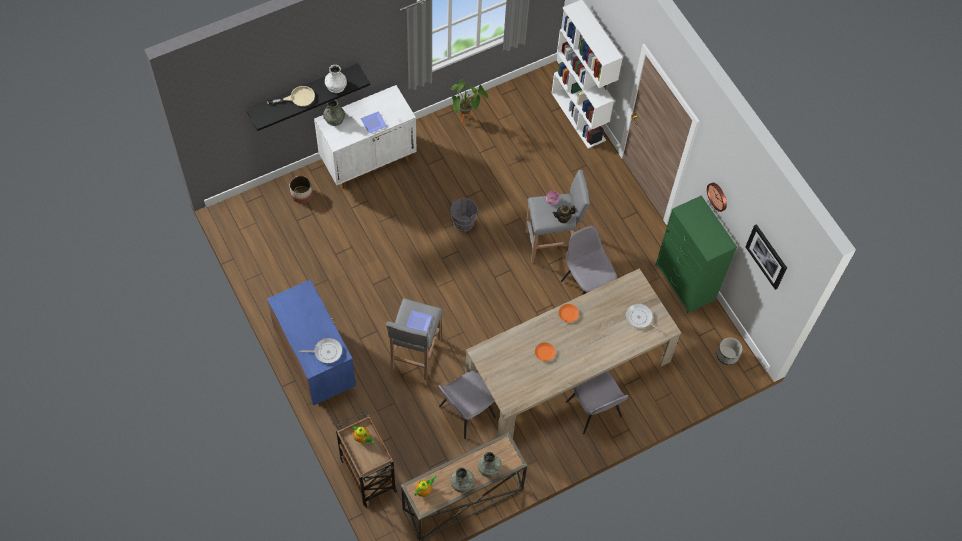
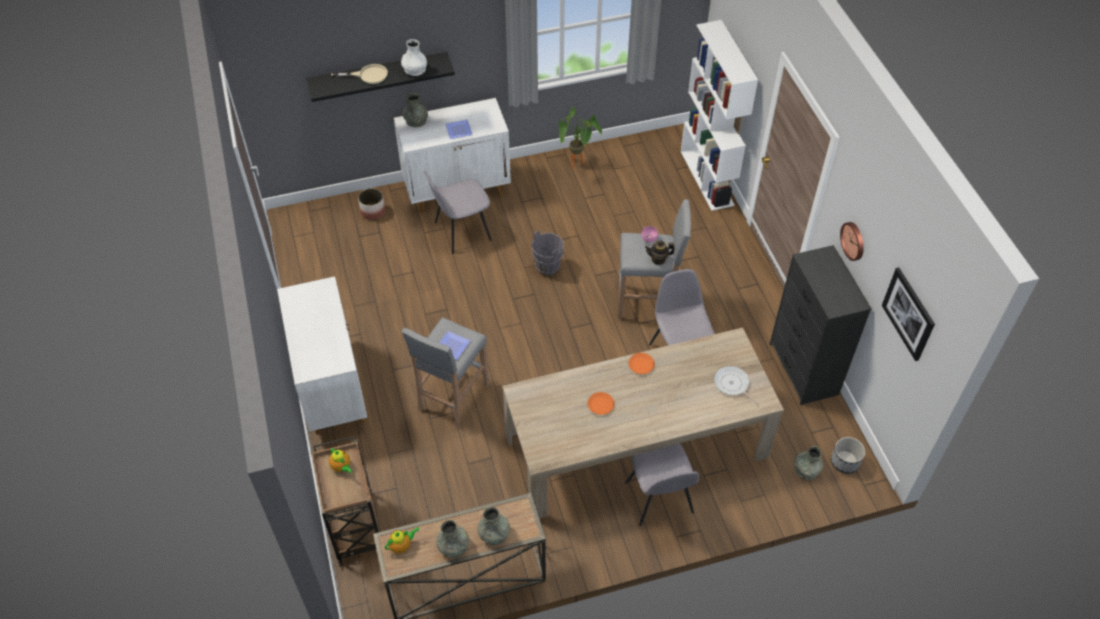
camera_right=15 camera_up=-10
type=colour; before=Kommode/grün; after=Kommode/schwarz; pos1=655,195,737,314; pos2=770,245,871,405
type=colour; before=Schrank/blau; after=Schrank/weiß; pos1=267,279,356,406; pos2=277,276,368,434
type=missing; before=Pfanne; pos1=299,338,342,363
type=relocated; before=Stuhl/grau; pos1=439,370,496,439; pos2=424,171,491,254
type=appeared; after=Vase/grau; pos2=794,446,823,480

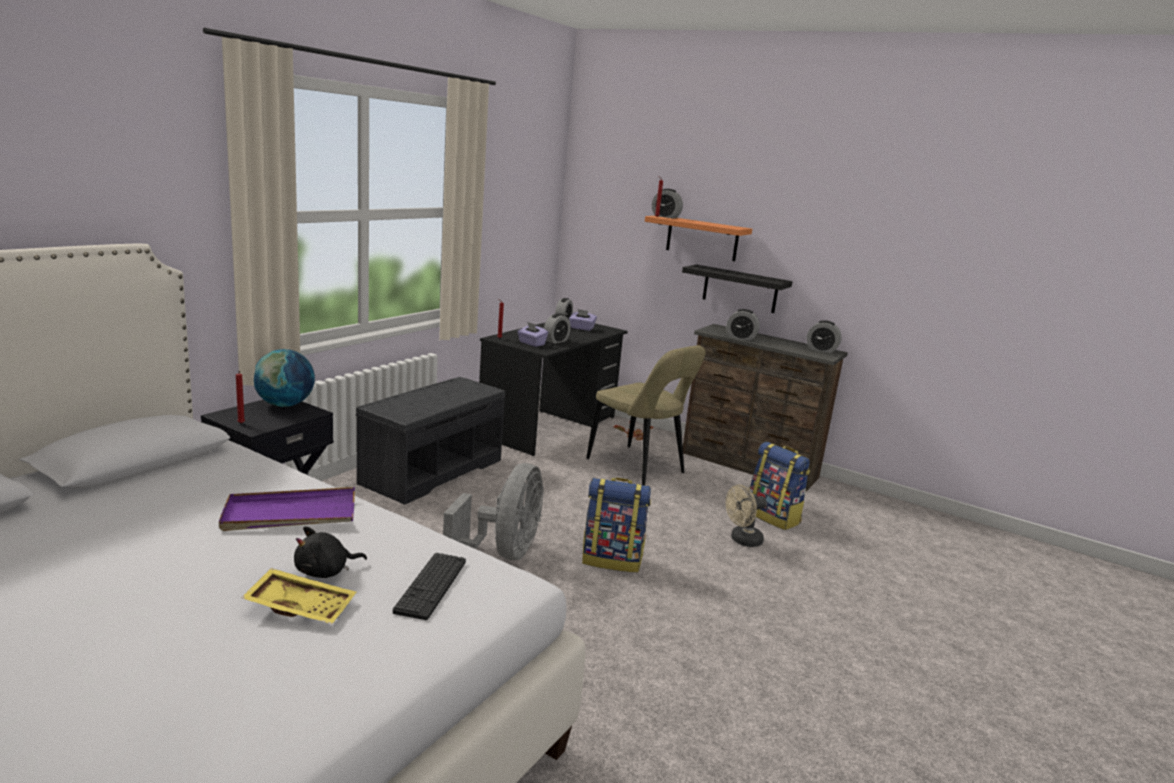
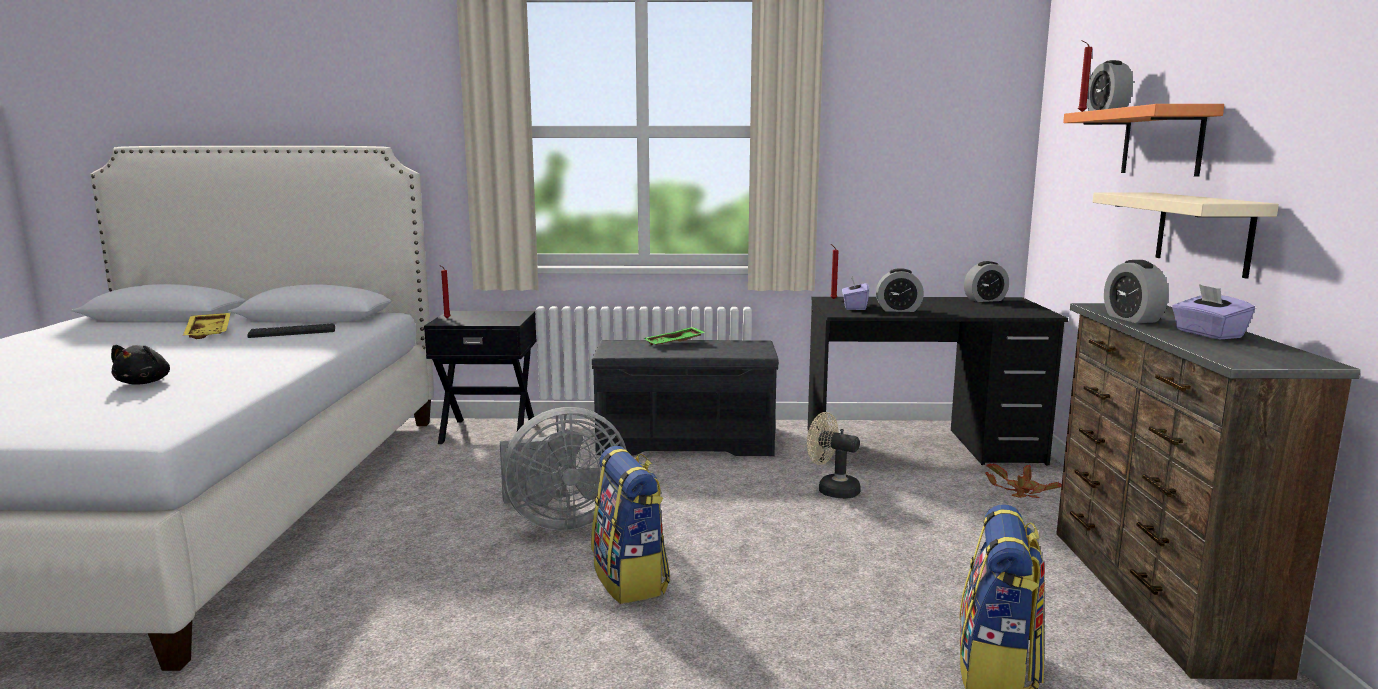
camera_right=60 camera_up=-5
type=colour; before=Wandregal/schwarz; after=Wandregal/beige; pos1=682,265,793,313; pos2=1093,192,1279,279
type=relocated; before=Taschentuchbox/lila; pos1=569,309,597,331; pos2=1172,284,1255,340
type=missing; before=Wecker; pos1=806,320,842,353
type=missing; before=Stuhl/beige; pos1=586,345,706,485
type=missing; before=Globus; pos1=254,349,315,407
type=relocated; before=Ventilator/beige; pos1=726,485,767,547; pos2=807,412,861,499
type=missing; before=Tablett/lila; pos1=219,487,355,531
type=spun; before=Plüschtier/schwarz; pos1=294,527,367,578; pos2=111,345,170,384; turn=-120
type=relocated; before=Tastatur; pos1=393,553,466,620; pos2=247,324,335,338
type=relocated; before=Tablett/gelb; pos1=241,568,356,624; pos2=183,313,231,339
type=appeared; after=Tablett/grün; pos2=643,327,705,345

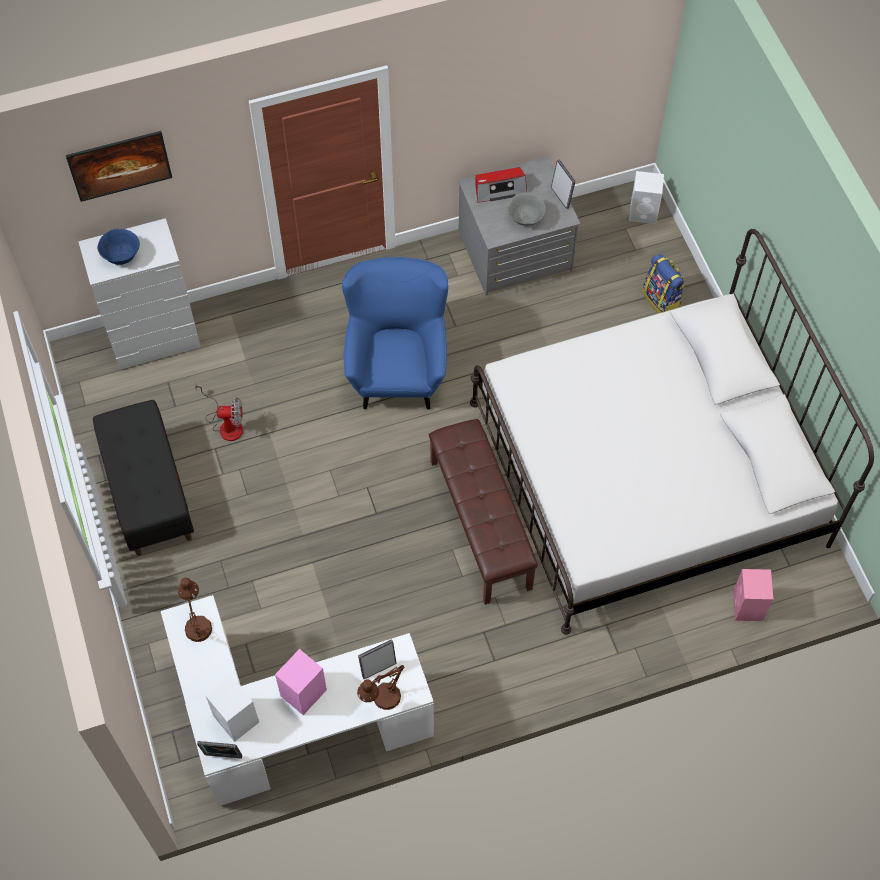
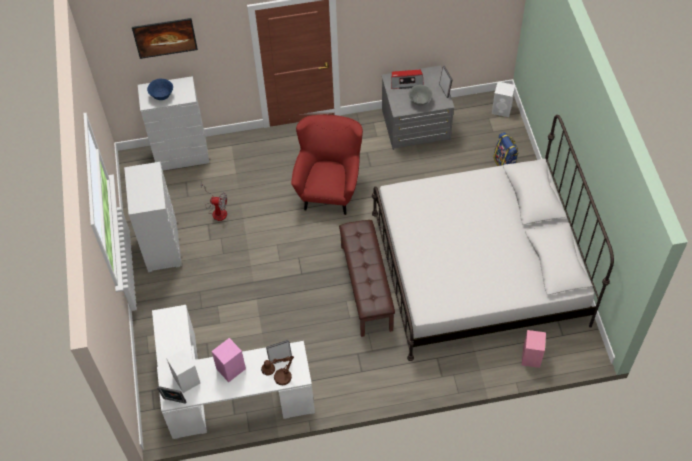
camera_right=10 camera_up=-5
type=colour; before=Sessel/blau; after=Sessel/rot; pos1=342,257,448,410; pos2=291,115,363,215
type=exchanged; before=Bank/schwarz; after=Kommode/weiß; pos1=93,400,194,556; pos2=124,162,182,272
type=missing; before=Tischlampe/braun; pos1=178,578,212,642

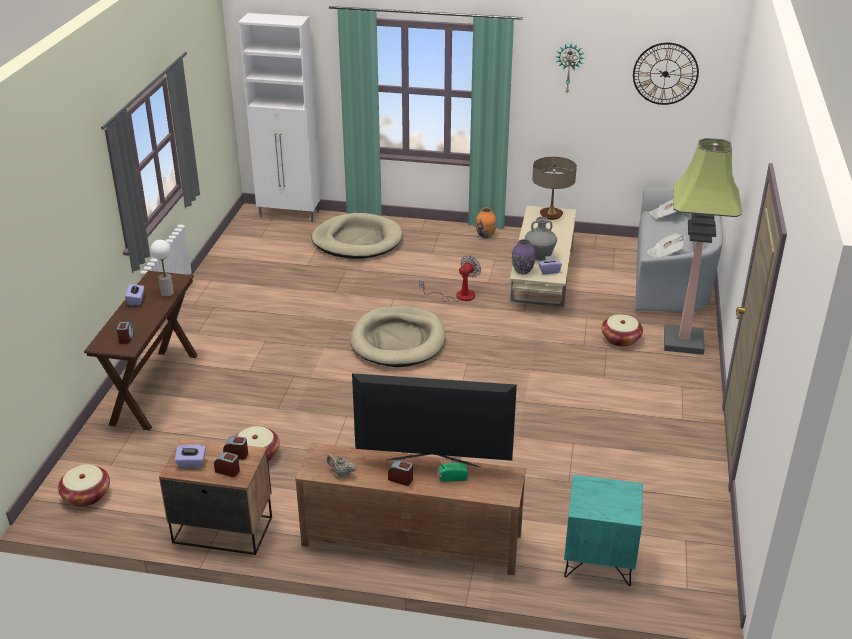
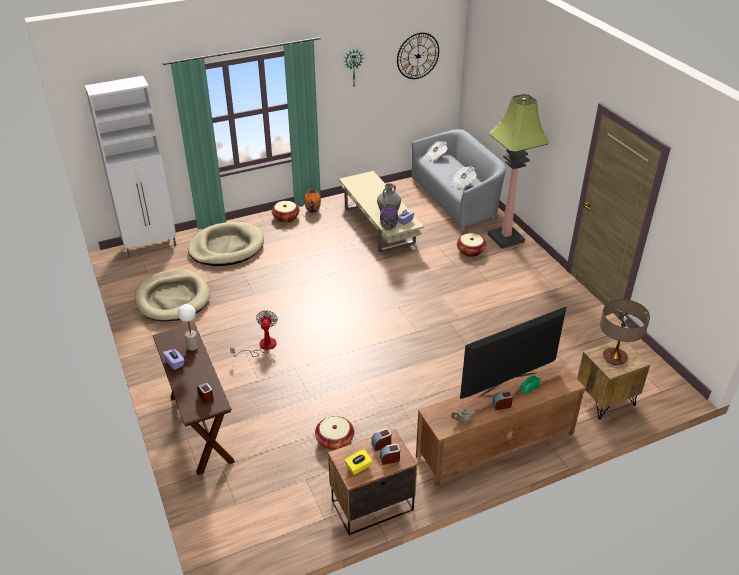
camera_right=-35 camera_up=5
type=relocated; before=Tischlampe; pos1=532,157,577,220; pos2=600,299,650,365
type=relocated; before=Ventilator; pos1=420,255,481,302; pos2=230,310,278,357
type=relocated; before=Hundebett/beige; pos1=350,306,446,367; pos2=135,269,210,322
type=colour; before=Taschentuchbox/lila; after=Taschentuchbox/gelb; pos1=175,444,206,468; pos2=345,449,372,475
type=relocated; before=Korb; pos1=58,464,110,507; pos2=272,201,299,223
type=colour; before=Nachttisch/türkis; after=Nachttisch/braun; pos1=564,475,643,586; pos2=577,340,650,419

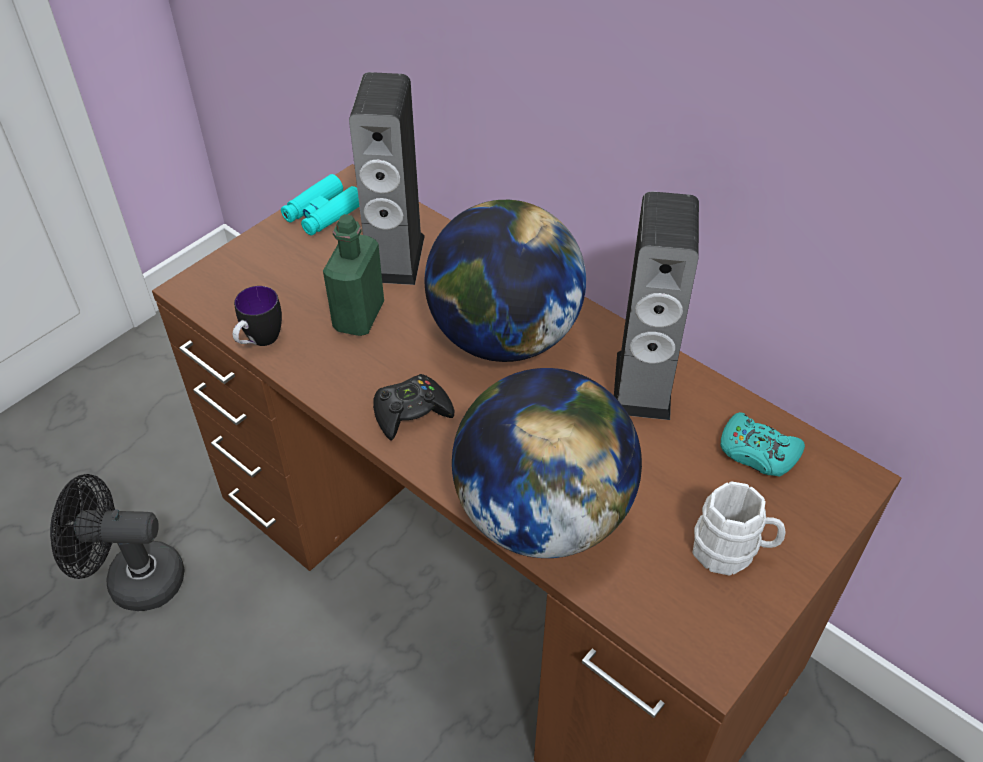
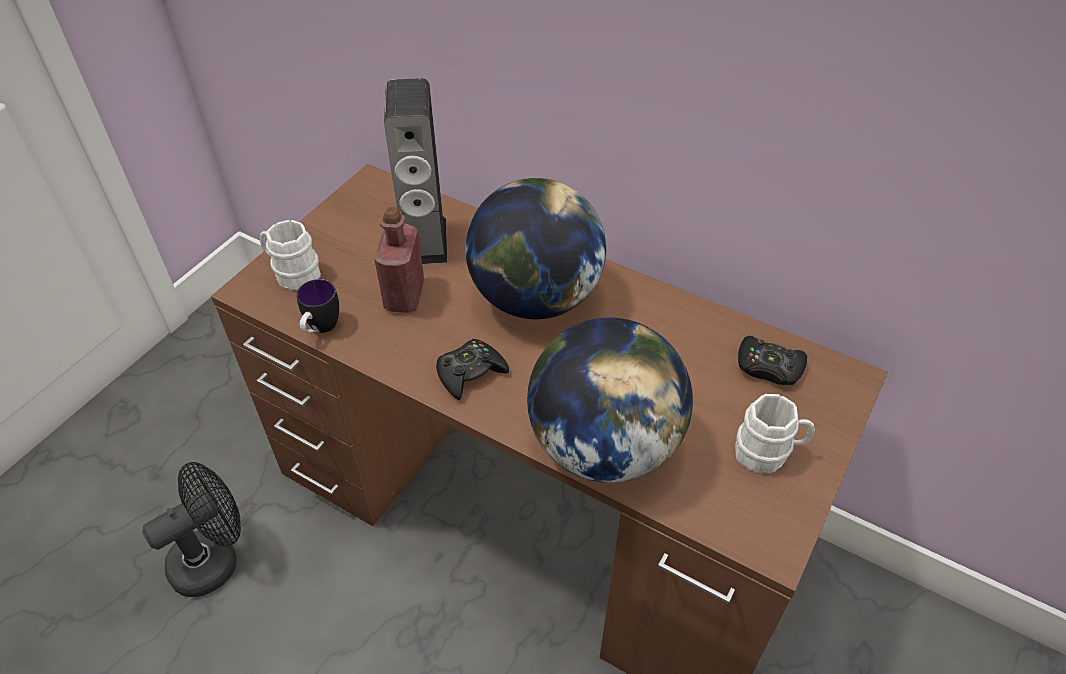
camera_right=-10 camera_up=0
type=missing; before=Fernglas/türkis; pos1=281,174,359,236
type=missing; before=Lautsprecher; pos1=614,192,699,420
type=colour; before=Flasche/grün; after=Flasche/rot; pos1=323,214,384,336; pos2=374,207,424,313
type=colour; before=Gamepad/türkis; after=Gamepad/schwarz; pos1=721,412,805,476; pos2=738,336,807,385
type=spun; before=Ventilator/schwarz; pos1=50,474,185,611; pos2=142,462,241,597; turn=150
type=appeared; after=Henkelbecher/weiß; pos2=260,220,321,291

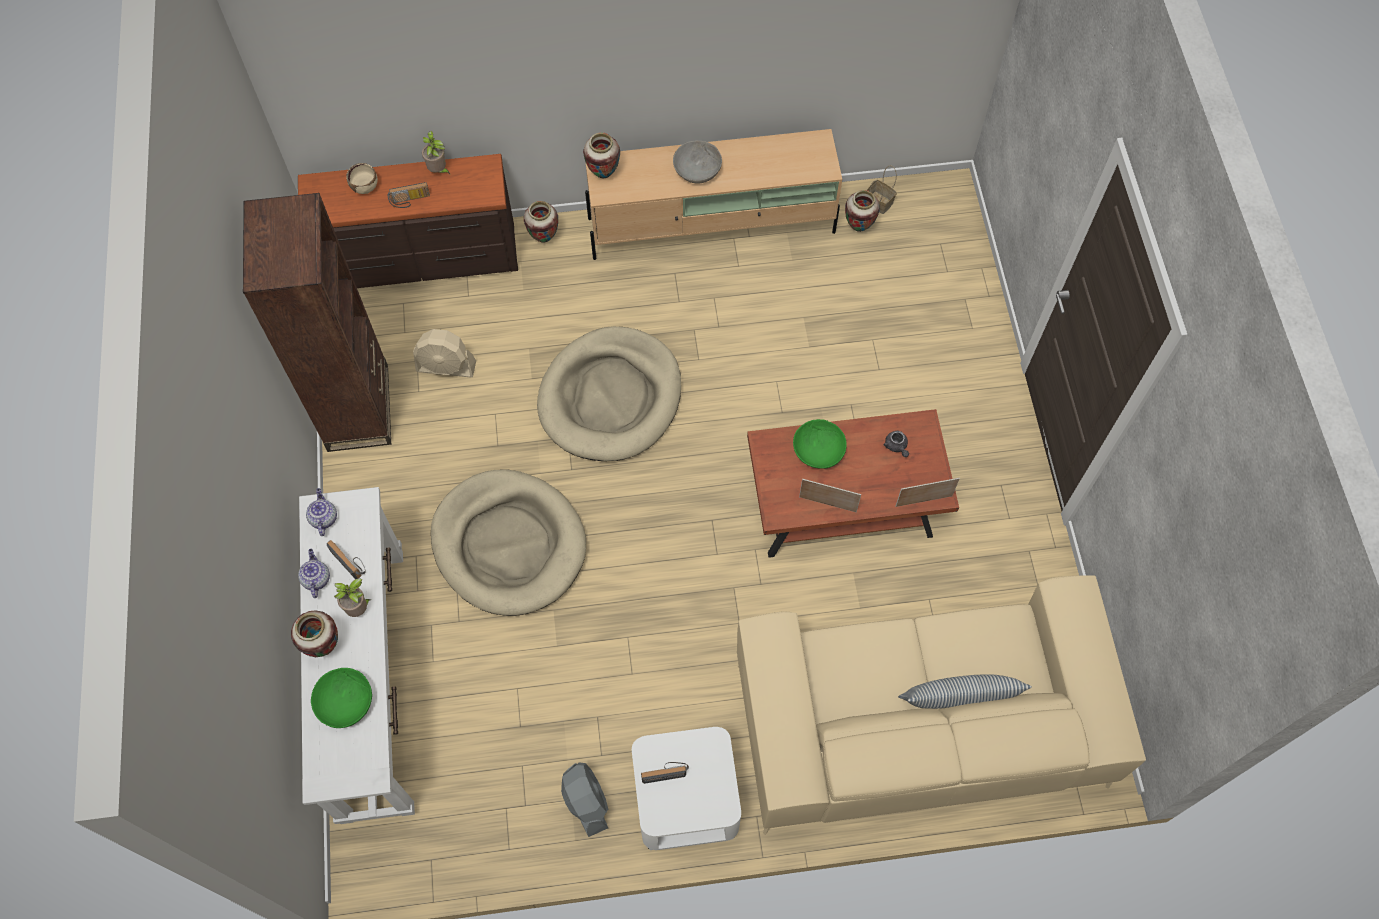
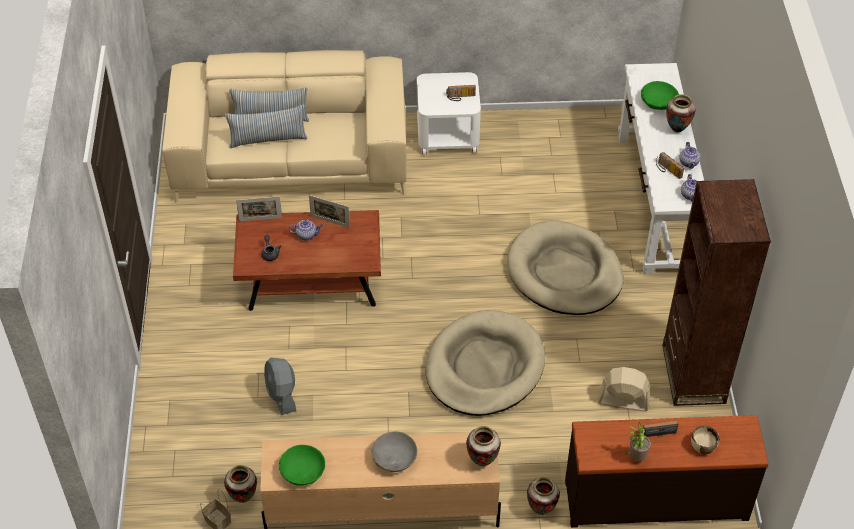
camera_right=-175 camera_up=-15
type=relocated; before=Schüssel/grün; pos1=793,419,847,469; pos2=279,445,325,486
type=missing; before=Topfpflanze; pos1=334,578,371,617
type=relocated; before=Ventilator/grau; pos1=561,762,608,837; pos2=264,358,296,415
type=appeared; after=Kissen; pos2=225,105,307,148
type=appeared; after=Teekanne; pos2=289,220,323,241

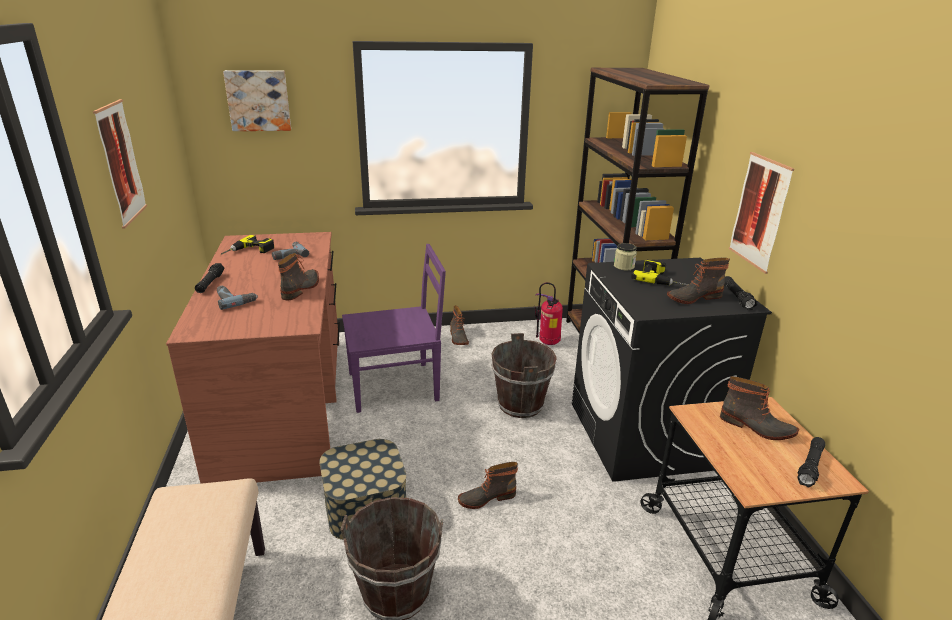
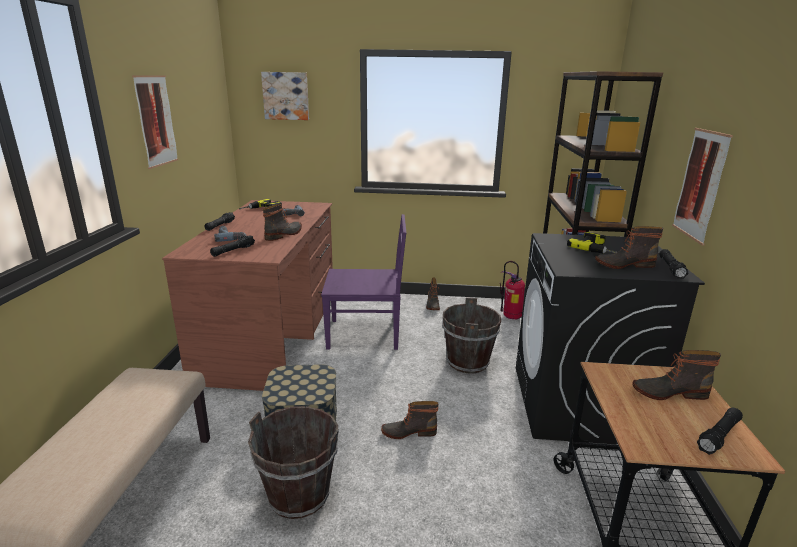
camera_right=15 camera_up=-5
type=missing; before=Vorratsglas; pos1=614,243,637,270
type=spun; before=Stiefel; pos1=720,376,799,440; pos2=632,350,721,400; turn=135
type=appeared; after=Taschenlampe/schwarz; pos2=210,235,255,257

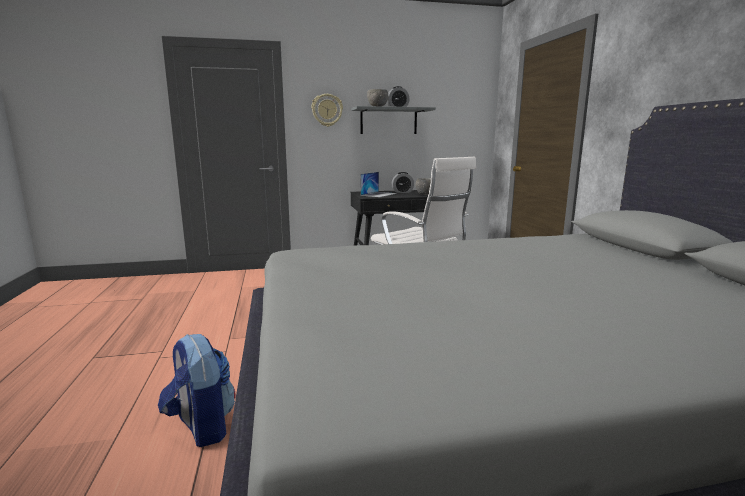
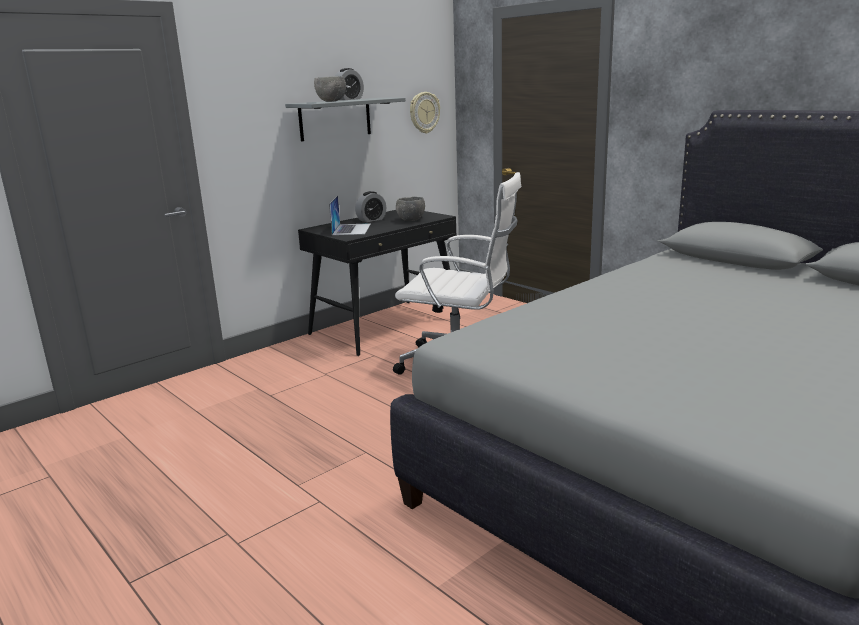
camera_right=-30 camera_up=5
type=relocated; before=Wanduhr; pos1=312,94,343,127; pos2=410,92,440,134
type=missing; before=Rucksack; pos1=158,334,235,447

